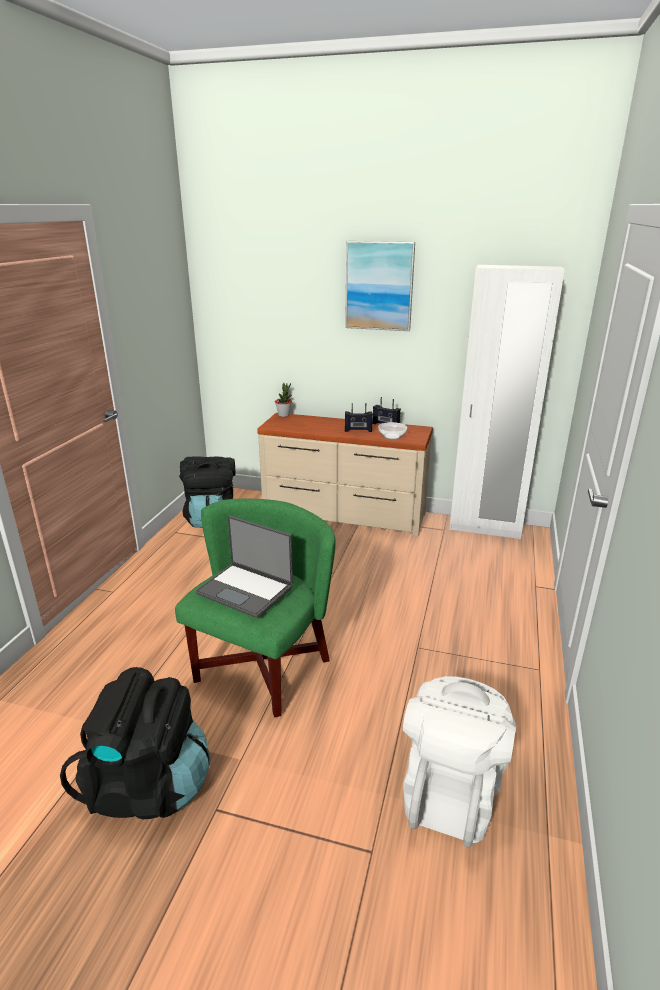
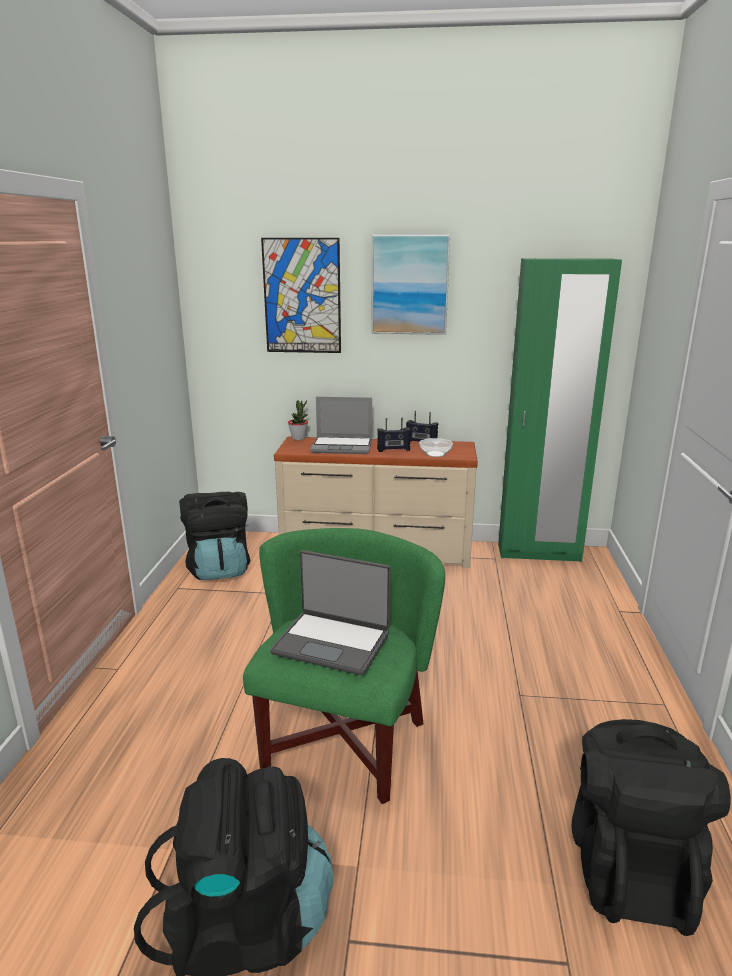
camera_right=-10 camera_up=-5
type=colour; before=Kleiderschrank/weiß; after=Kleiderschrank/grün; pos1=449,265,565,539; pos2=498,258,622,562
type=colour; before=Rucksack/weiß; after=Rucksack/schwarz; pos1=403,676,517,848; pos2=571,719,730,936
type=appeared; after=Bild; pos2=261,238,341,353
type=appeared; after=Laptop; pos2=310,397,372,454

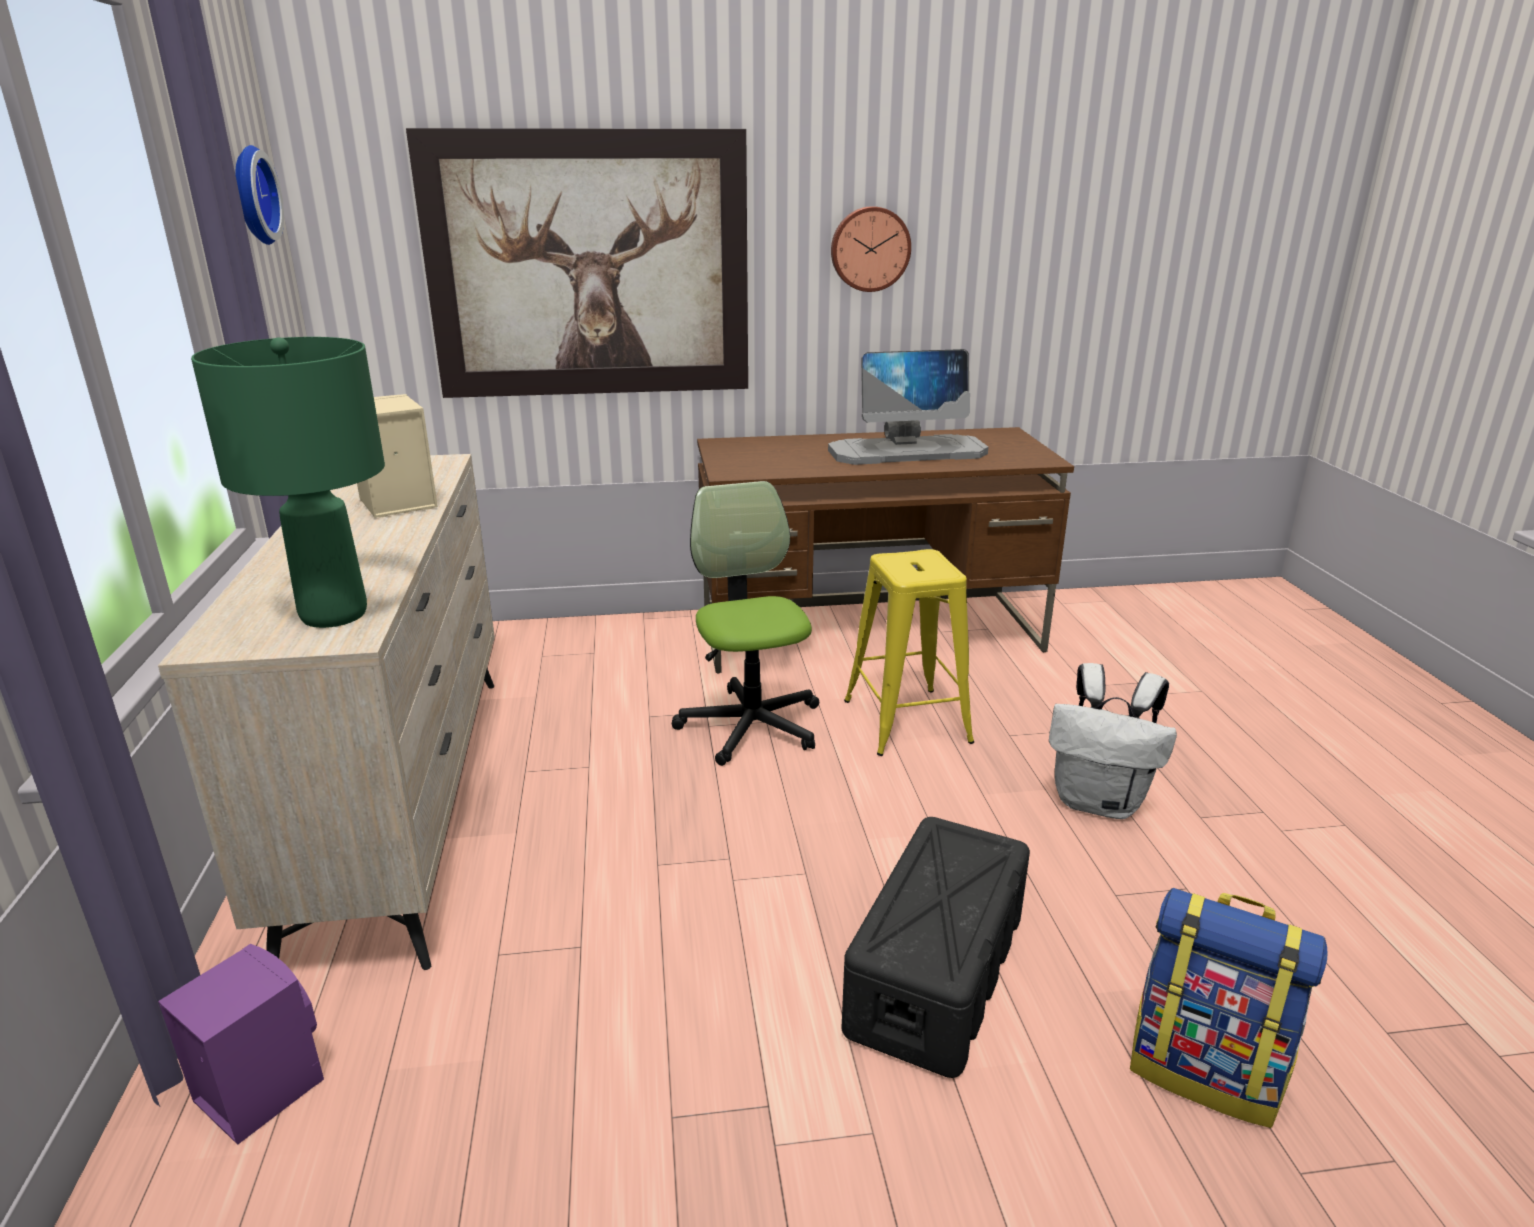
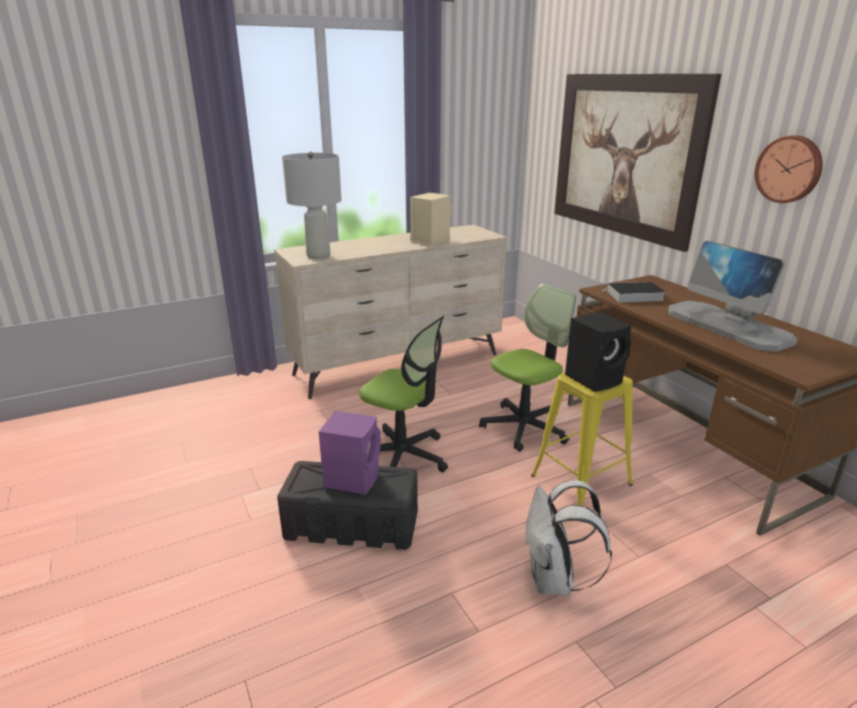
camera_right=70 camera_up=0
type=missing; before=Wanduhr; pos1=235,145,284,245
type=colour; before=Tischlampe/grün; after=Tischlampe/grau; pos1=191,337,385,628; pos2=282,151,341,259
type=missing; before=Rucksack; pos1=1130,888,1328,1128
type=relocated; before=Lautsprecher/lila; pos1=158,944,324,1145; pos2=319,411,381,495
type=appeared; after=Buch; pos2=602,282,666,303
type=appeared; after=Lautsprecher/schwarz; pos2=565,312,631,392
type=appeared; after=Bürostuhl; pos2=359,315,448,472

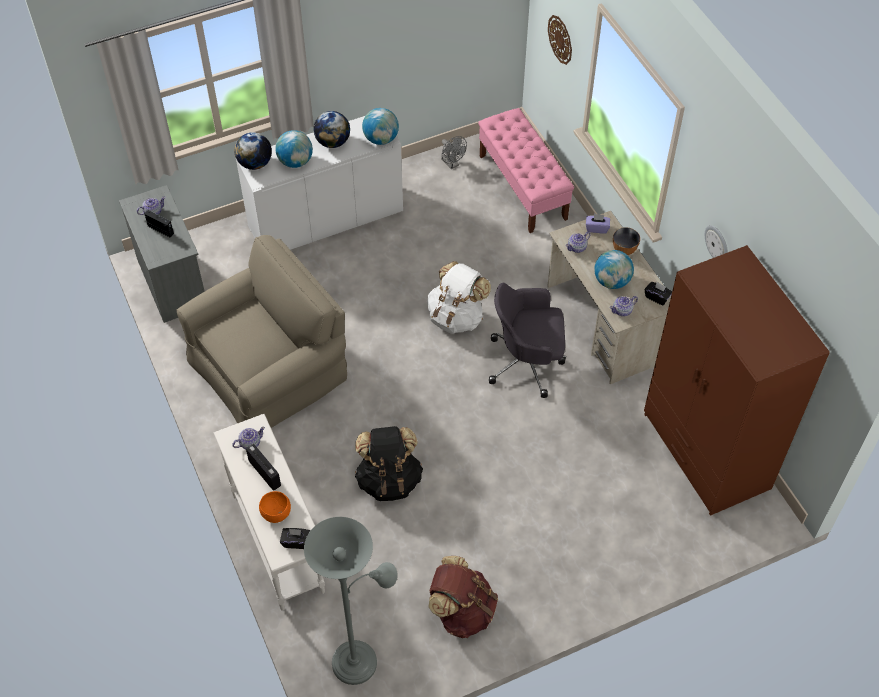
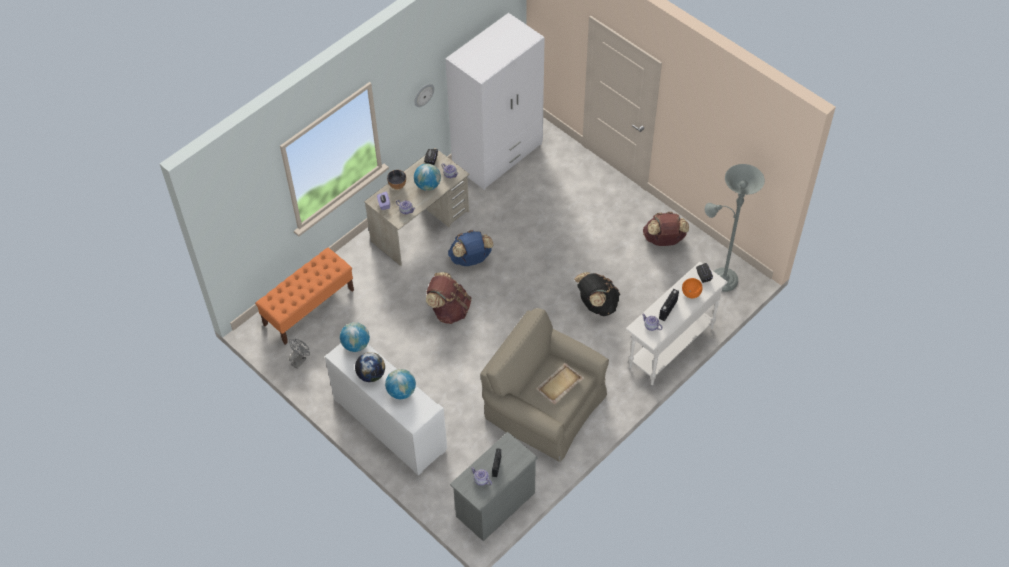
camera_right=-110 camera_up=0
type=missing; before=Wanduhr; pos1=548,15,572,65
type=colour; before=Bank/rosa; after=Bank/orange; pos1=478,108,574,233; pos2=255,247,354,345
type=missing; before=Globus; pos1=234,132,272,170
type=colour; before=Kleiderschrank/braun; after=Kleiderschrank/weiß; pos1=644,245,830,516; pos2=445,13,545,190
type=colour; before=Rucksack/weiß; after=Rucksack/braun; pos1=427,261,491,334; pos2=426,272,471,324
type=exchanged; before=Bürostuhl/grau; after=Rucksack/blau; pos1=489,283,566,398; pos2=448,230,494,266
type=appeared; after=Tablett/beige; pos2=536,363,584,405

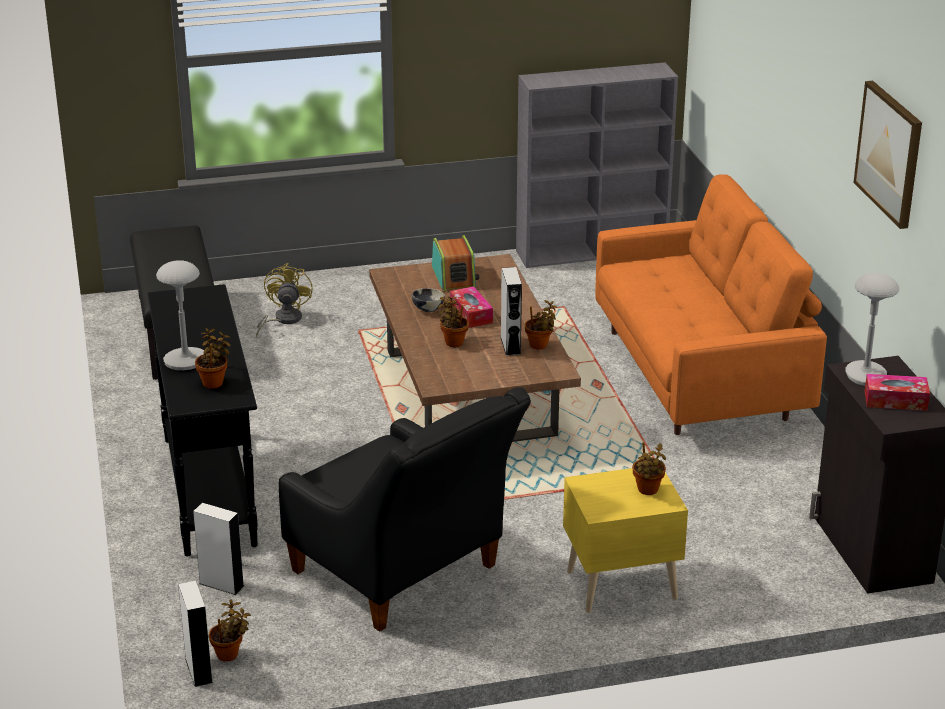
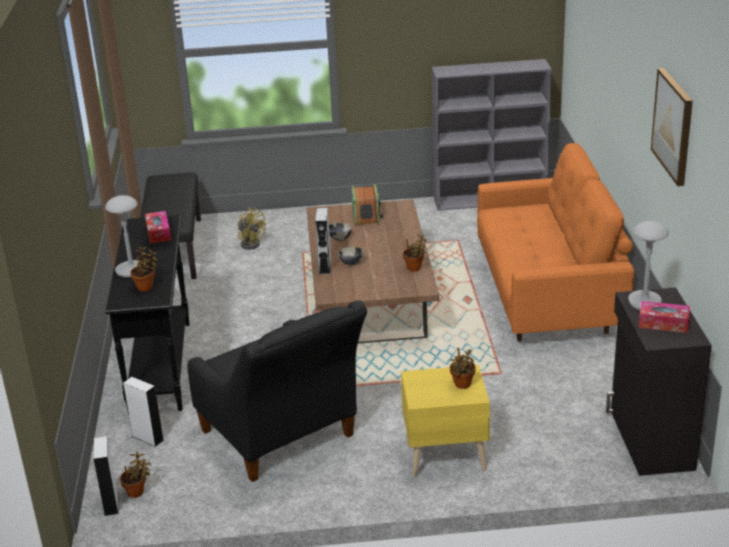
camera_right=10 camera_up=0
type=spun; before=Ventilator/gelb; pos1=256,263,313,337; pos2=238,207,266,250; turn=120
type=relocated; before=Lautsprecher/grau; pos1=501,267,522,356; pos2=315,208,331,274
type=relocated; before=Taschentuchbox; pos1=450,286,493,328; pos2=145,211,171,244
type=exchanged; before=Topfpflanze; after=Schüssel; pos1=438,297,469,347; pos2=338,247,363,265

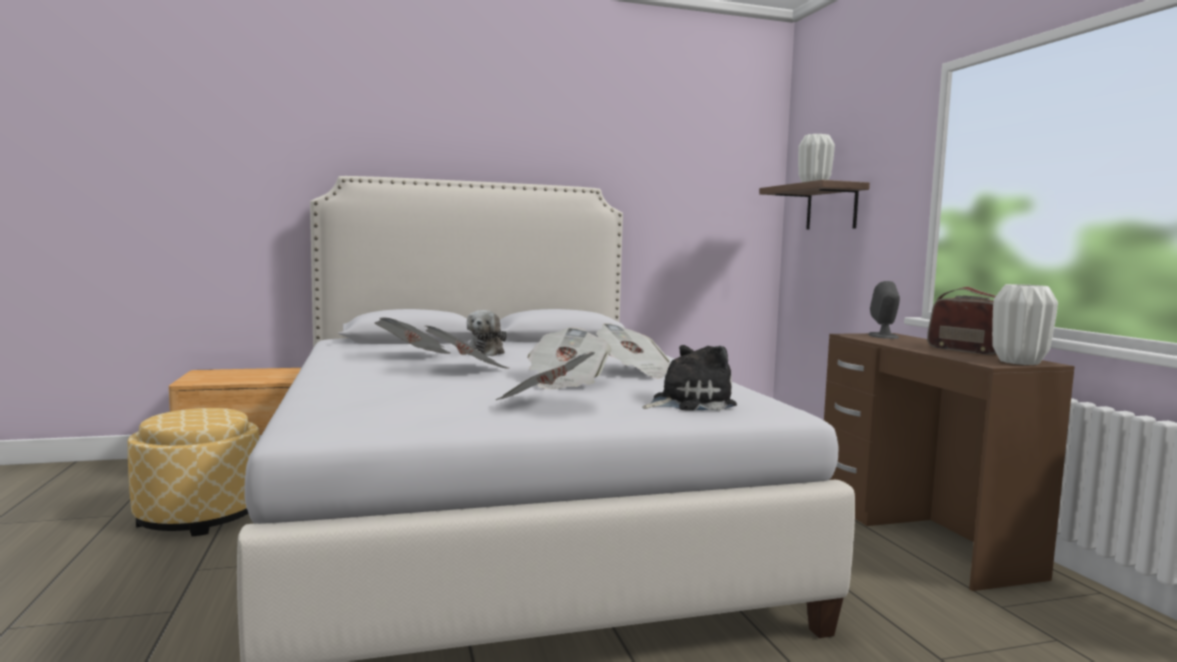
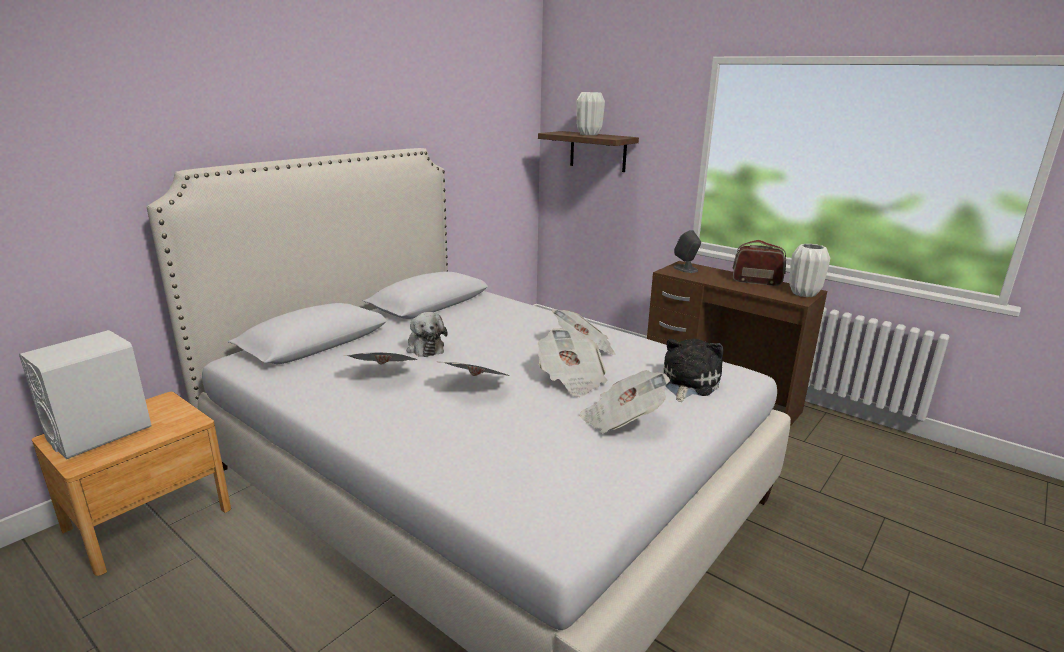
camera_right=-35 camera_up=15
type=missing; before=Polsterhocker; pos1=128,408,259,536
type=appeared; after=Lautsprecher/weiß; pos2=19,330,151,459

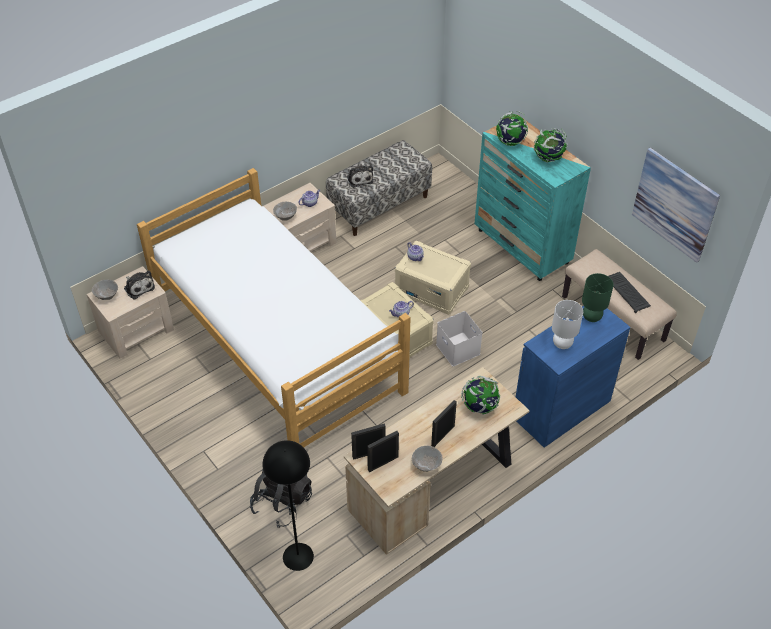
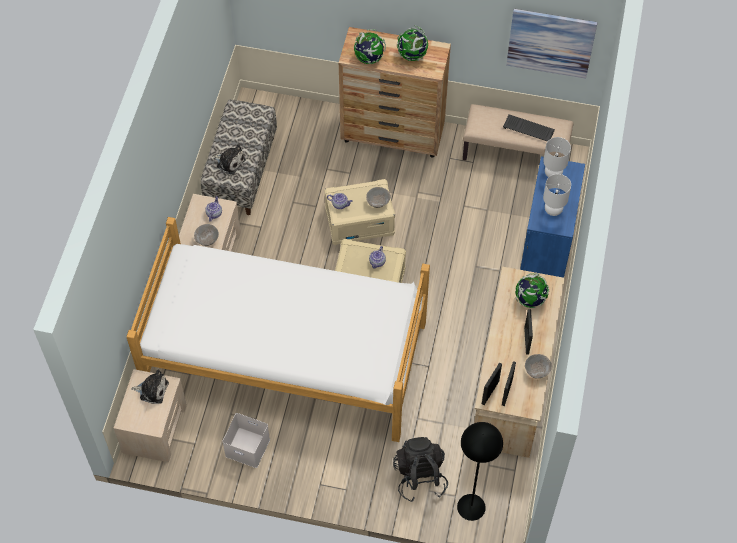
camera_right=-40 camera_up=10
type=colour; before=Kommode/türkis; after=Kommode/braun; pos1=474,116,591,281; pos2=339,27,451,158
type=colour; before=Tischlampe/grün; after=Tischlampe/weiß; pos1=582,273,613,322; pos2=543,137,571,177
type=relocated; before=Schüssel/grau; pos1=92,280,118,300; pos2=366,187,391,208
type=relocated; before=Aufbewahrungsbox/weiß; pos1=436,311,483,366; pos2=222,413,270,468

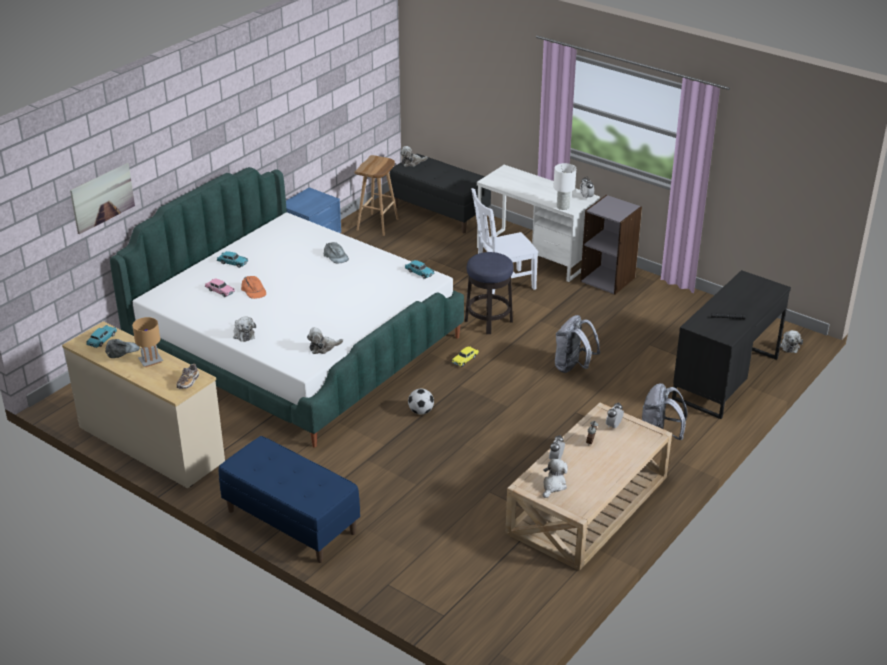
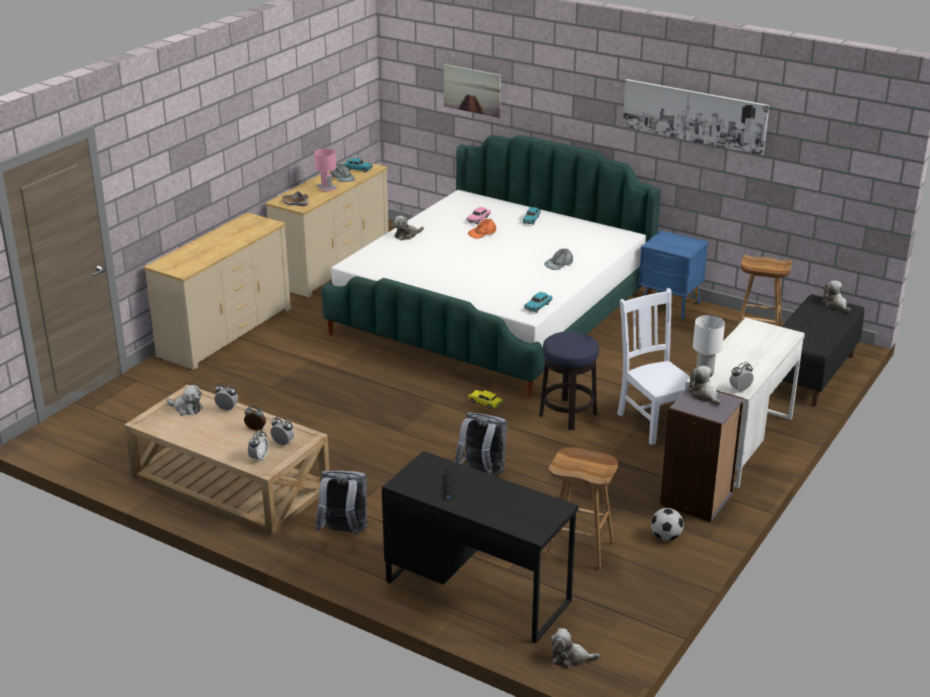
camera_right=85 camera_up=-5
type=colour; before=Tischlampe/braun; after=Tischlampe/rosa; pos1=132,317,163,367; pos2=314,148,338,192
type=relocated; before=Plüschtier; pos1=307,327,343,354; pos2=689,366,721,406
type=relocated; before=Fußball; pos1=408,389,434,415; pos2=651,508,684,541
type=exchanged; before=Bank/blau; after=Kommode/beige; pos1=219,436,360,563; pos2=144,213,291,370
type=appeared; after=Bild; pos2=623,79,769,156
type=appeared; after=Wecker; pos2=248,430,269,463
type=appeared; after=Hocker/braun; pos2=546,447,618,570

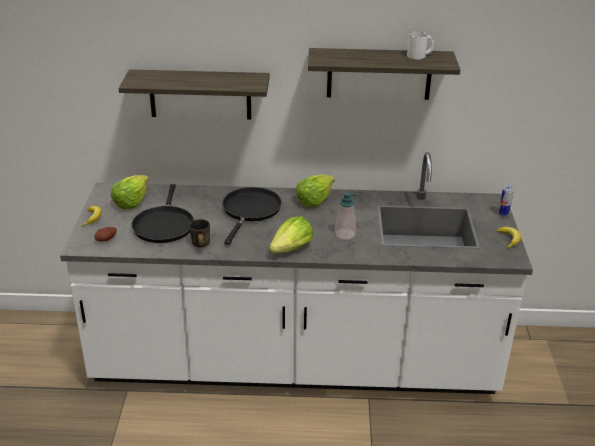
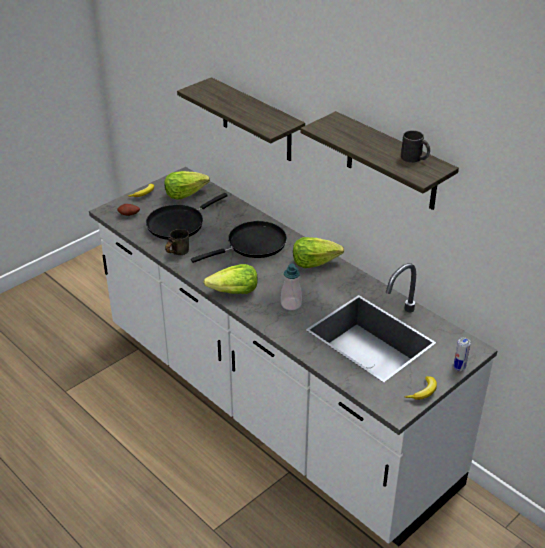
camera_right=45 camera_up=5
type=colour; before=Henkelbecher/weiß; after=Henkelbecher/schwarz; pos1=407,32,434,59; pos2=401,130,430,163

